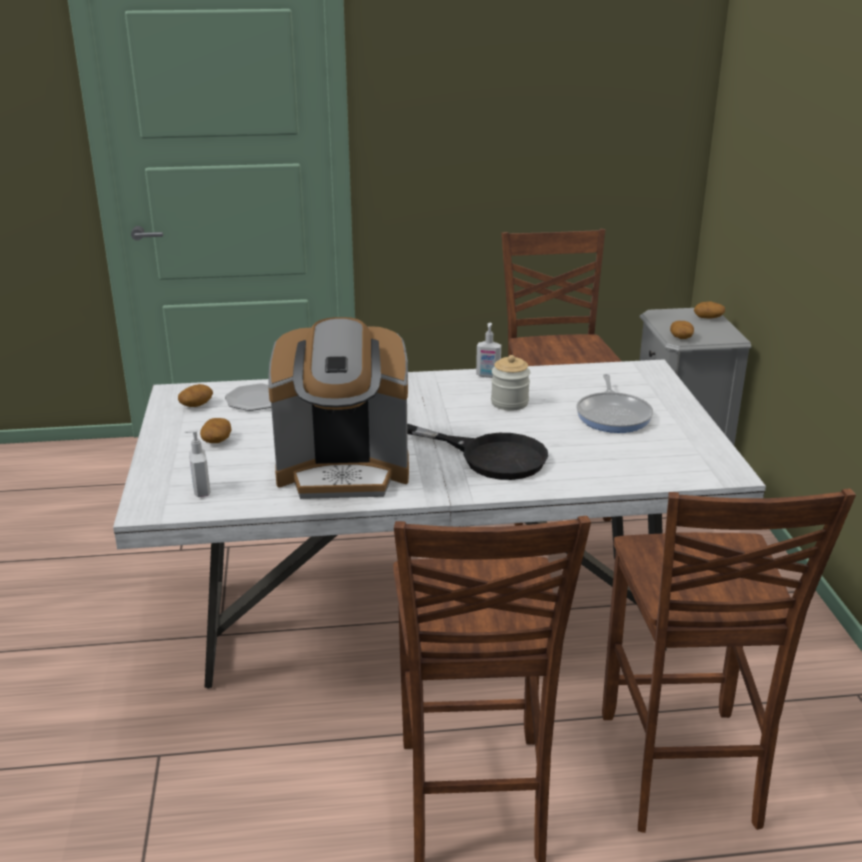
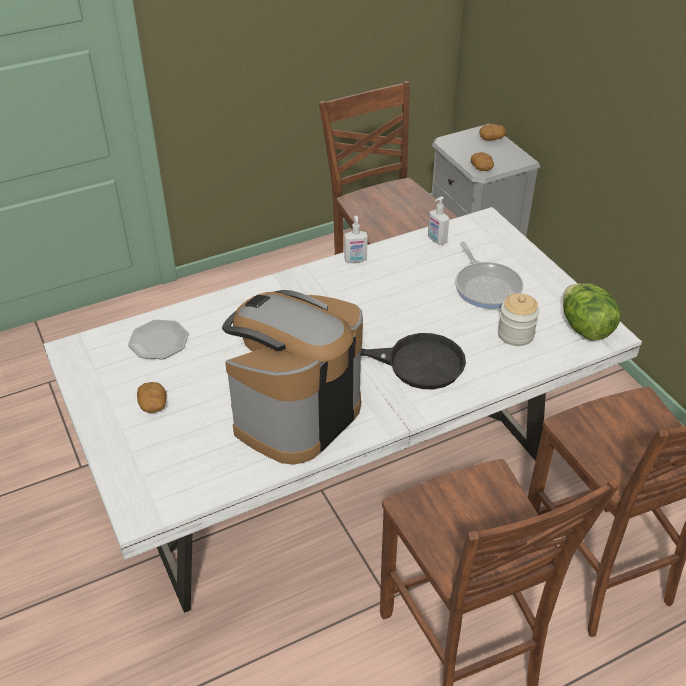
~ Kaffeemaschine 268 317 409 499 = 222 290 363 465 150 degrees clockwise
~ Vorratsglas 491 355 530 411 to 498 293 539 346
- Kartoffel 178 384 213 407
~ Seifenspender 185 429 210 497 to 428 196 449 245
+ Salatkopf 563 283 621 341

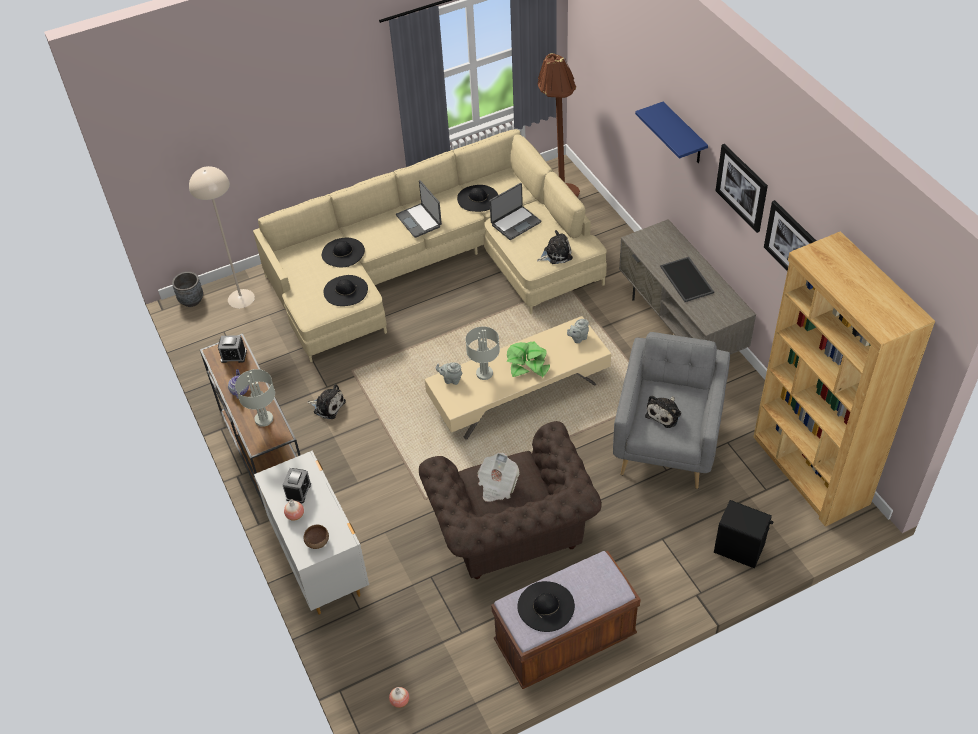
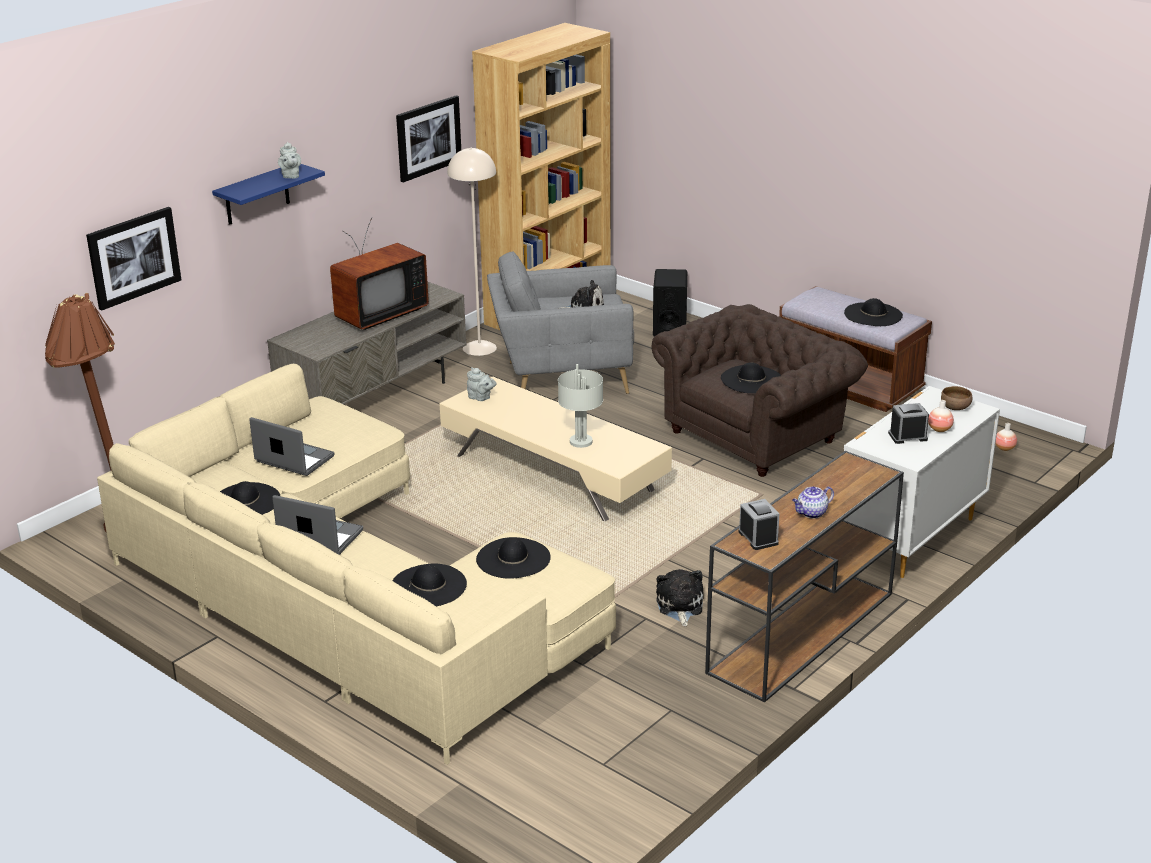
~ Bild 715 144 768 233 to 86 207 181 311
~ Stehlampe (beige) 189 166 255 308 to 447 148 497 356
~ Laptop 396 180 442 238 = 272 495 363 555 105 degrees counterclockwise
- Plüschtier 537 230 573 264
~ Tablett 660 257 714 302 to Fernseher 330 217 429 330
- Pflanzkübel (grau) 172 272 203 307
- Topfpflanze 506 341 550 377
~ Teekanne (grau) 436 362 462 385 to 278 142 301 178
- Tischlampe (grau) 235 369 275 427
~ Zeitung 477 453 519 502 to Hut (schwarz) 721 362 781 393

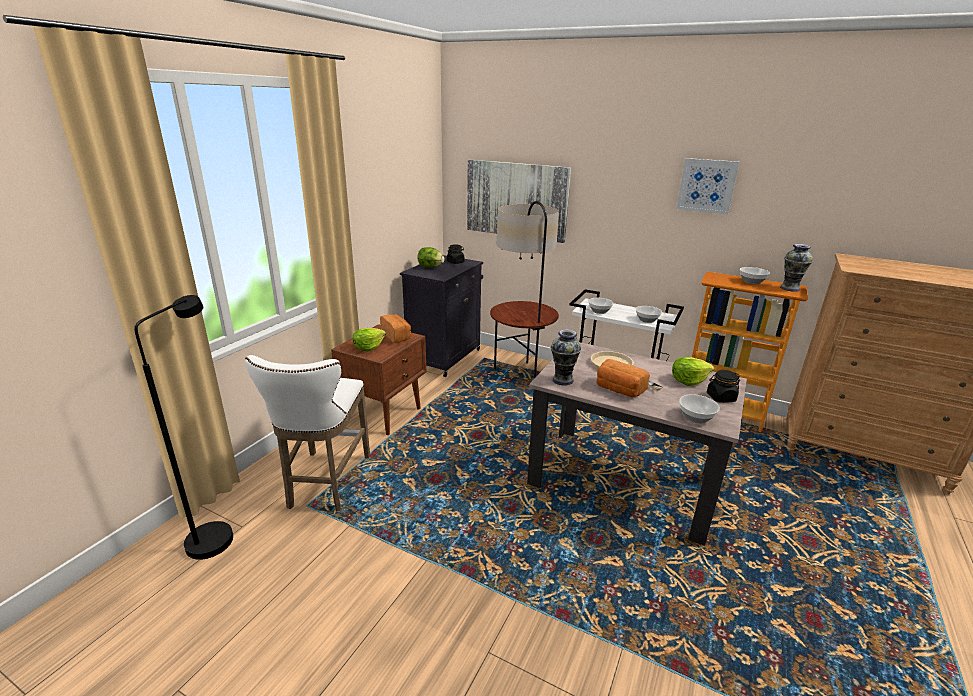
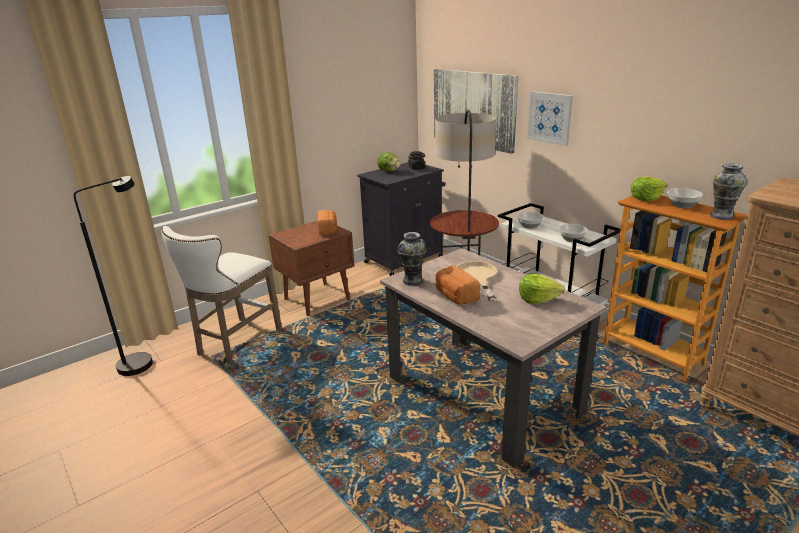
~ Bild 676 158 739 214 to 527 91 573 146
~ Salatkopf 353 328 386 352 to 630 177 667 202
- Vorratsglas (schwarz) 707 370 740 403
- Schüssel 679 394 720 423

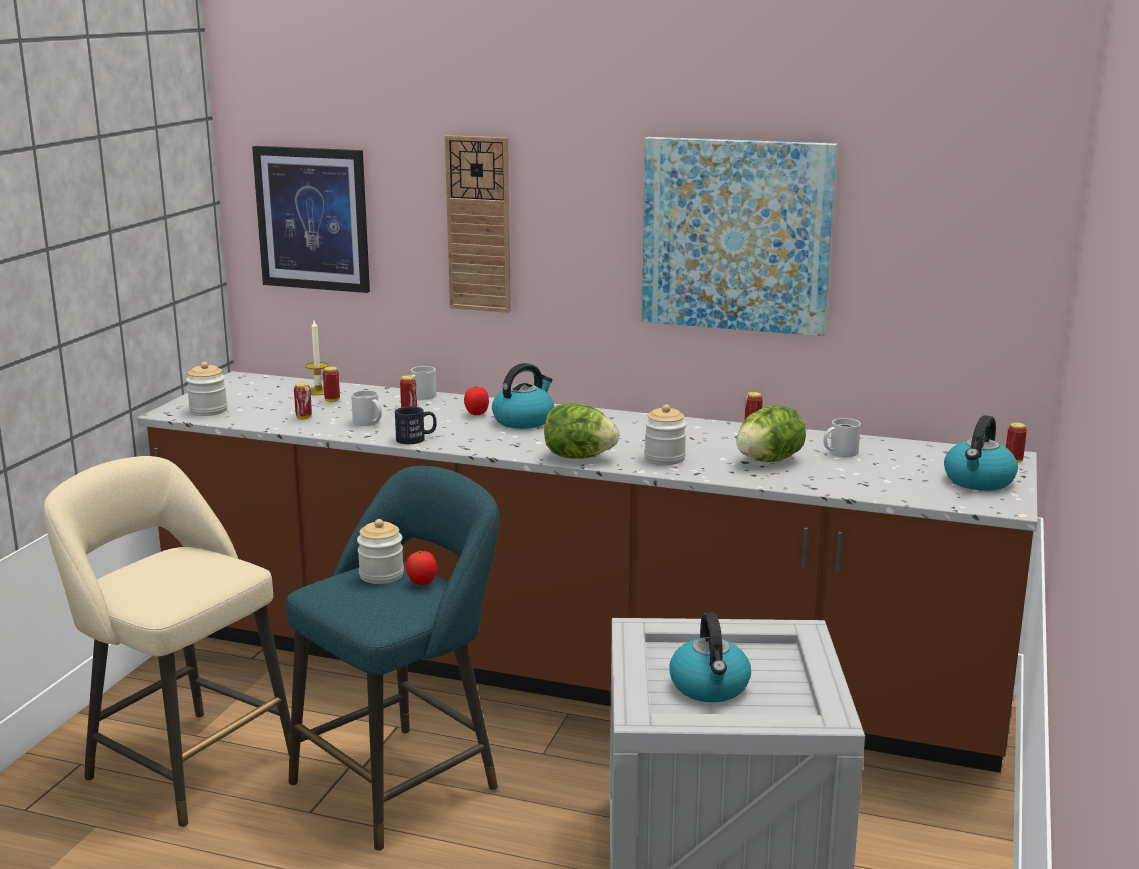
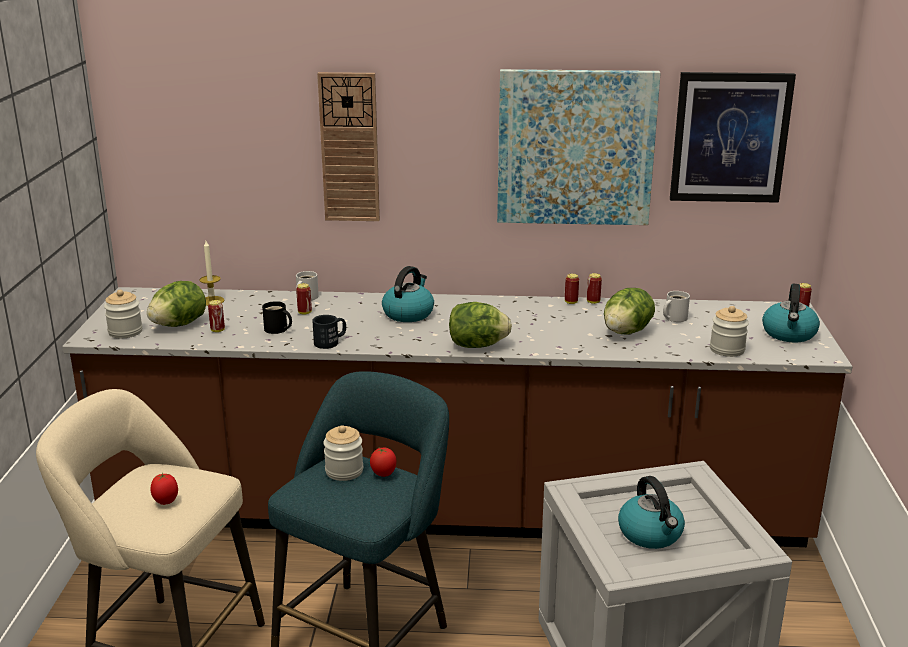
~ Bild 252 146 370 293 to 670 72 796 203
~ Dose 323 367 340 402 to 565 274 579 304
~ Tomate 464 386 489 415 to 150 473 178 505
~ Henkelbecher (weiß) 351 390 382 426 to Henkelbecher (schwarz) 262 301 292 334
~ Vorratsglas 644 404 687 465 to 710 306 749 357
+ Salatkopf 147 281 206 327

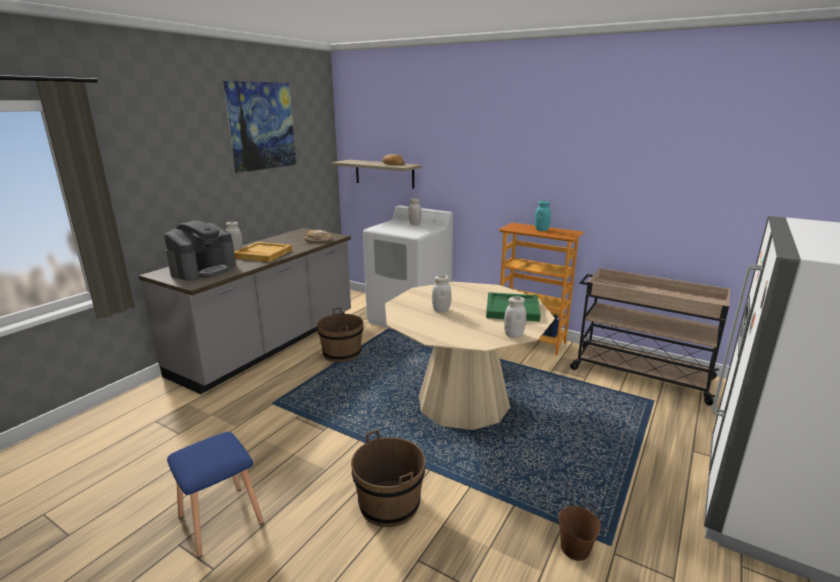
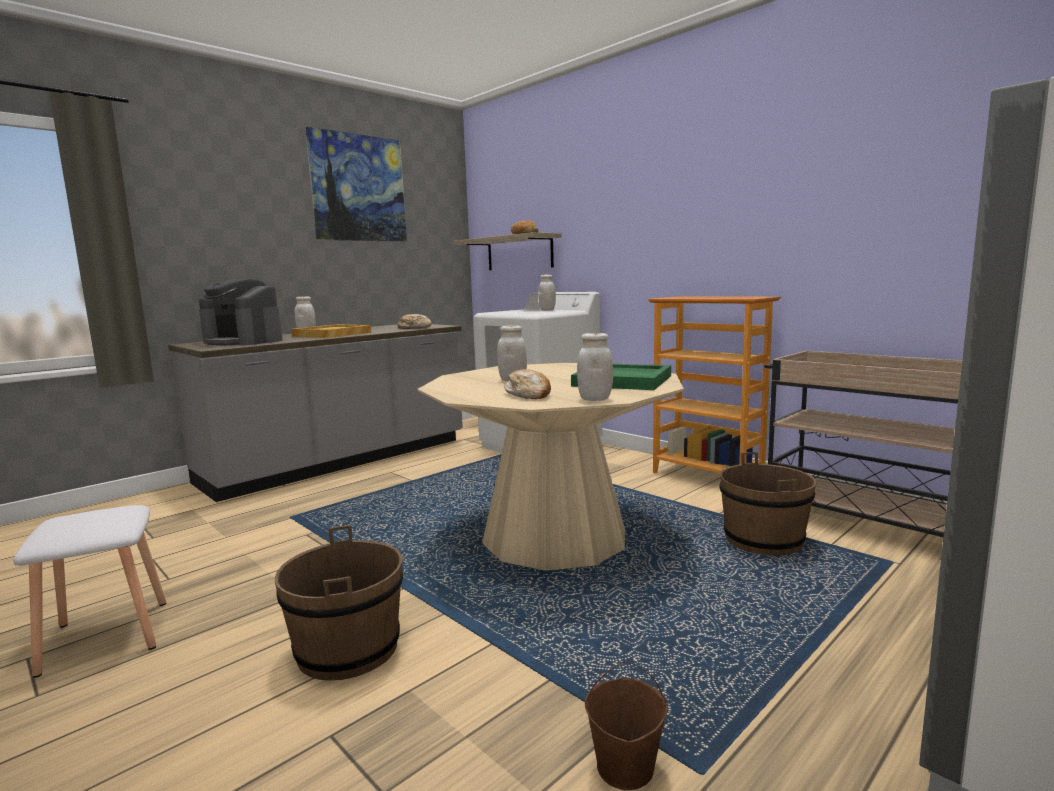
- Vorratsglas (türkis) 535 201 551 231
~ Kaffeemaschine 164 221 236 281 = 199 279 283 345 75 degrees clockwise
~ Eimer (braun) 317 308 363 362 to 719 452 816 555
~ Hocker (blau) 167 432 264 558 to Hocker (weiß) 13 505 166 678
+ Brot 504 369 551 399

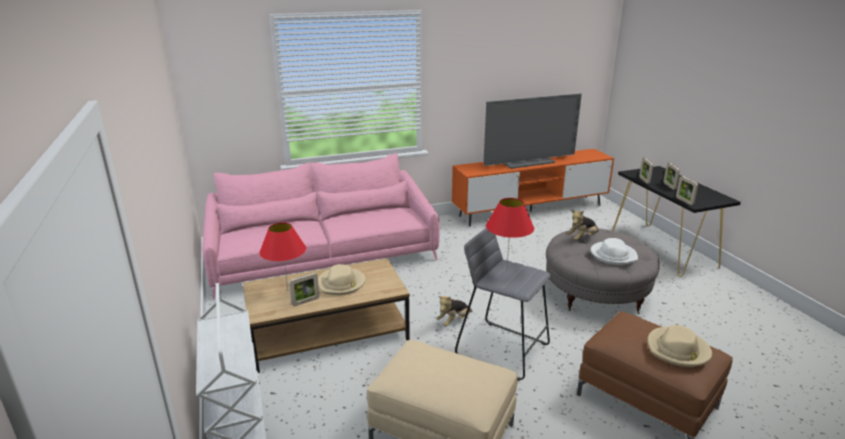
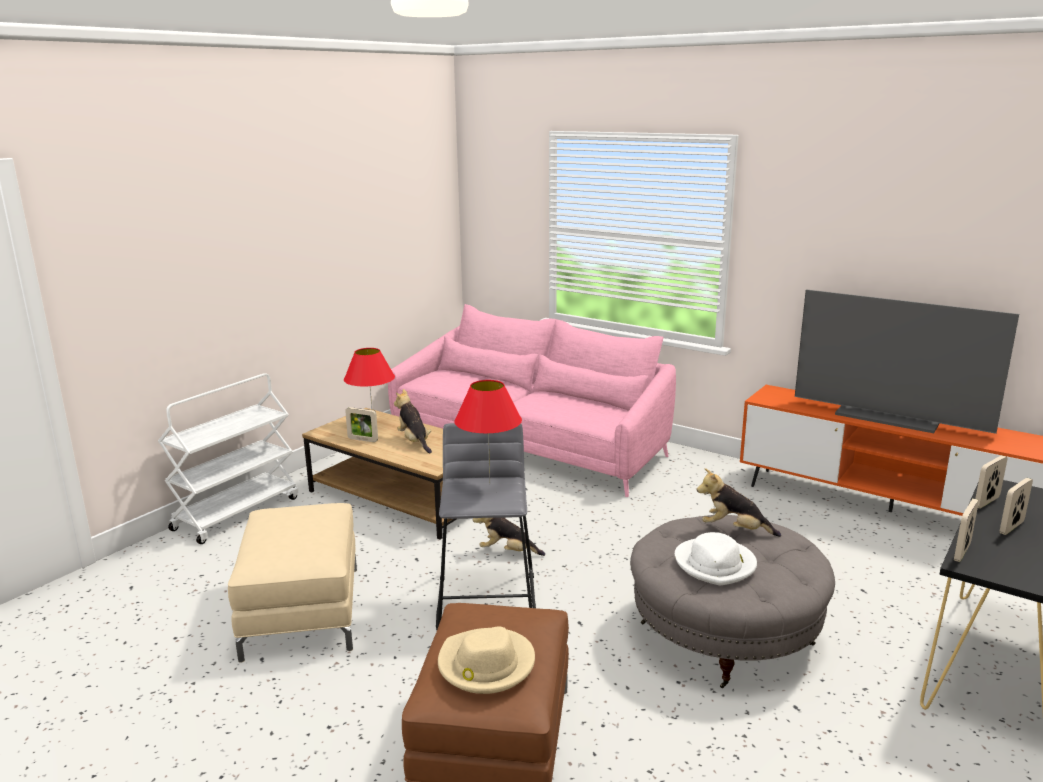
~ Hut (beige) 318 264 366 295 to Plüschtier 394 389 432 453

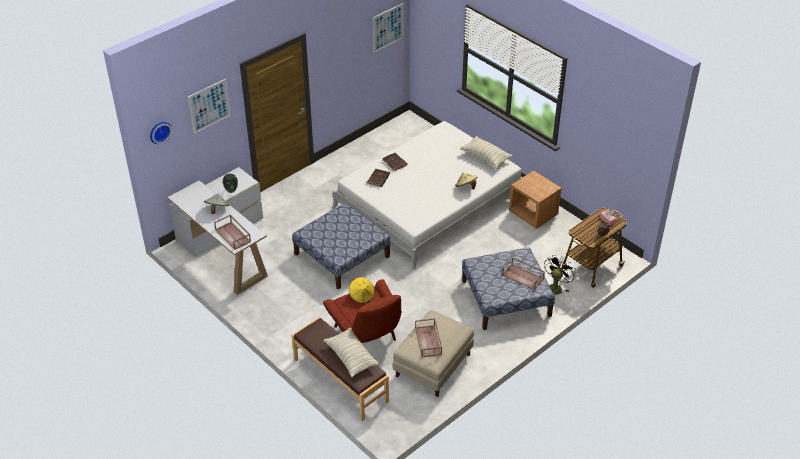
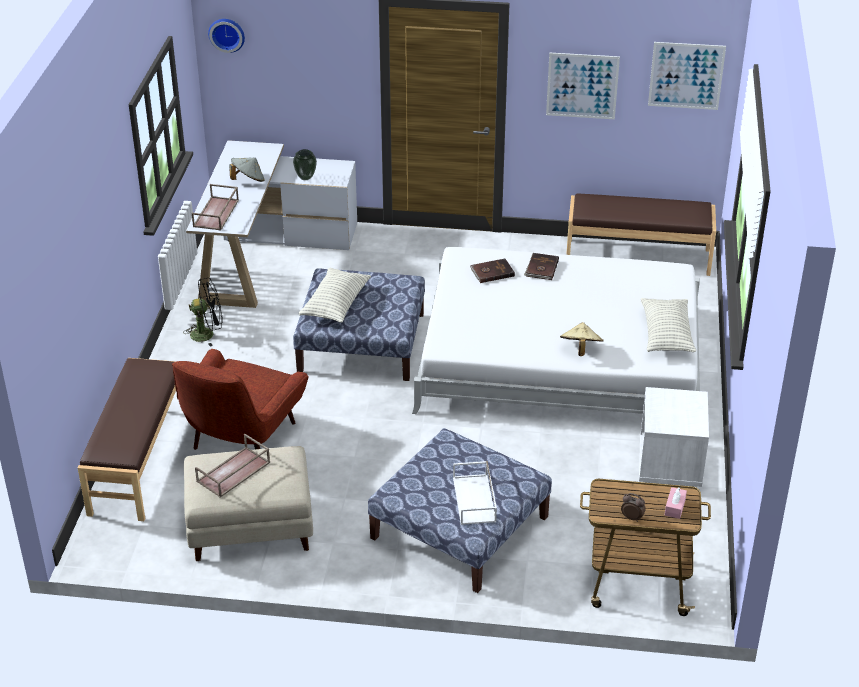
~ Bild 188 79 231 134 to 546 52 620 119
~ Nachttisch (braun) 509 171 562 229 to Nachttisch (weiß) 639 387 709 487
~ Ventilator (schwarz) 544 255 576 295 to 183 278 223 347
~ Tablett (braun) 502 257 545 290 to Tablett (weiß) 453 461 497 525
- Hut (gelb) 349 277 375 304
~ Kissen 324 328 379 378 to 299 268 371 323
+ Bank (braun) 566 193 716 276

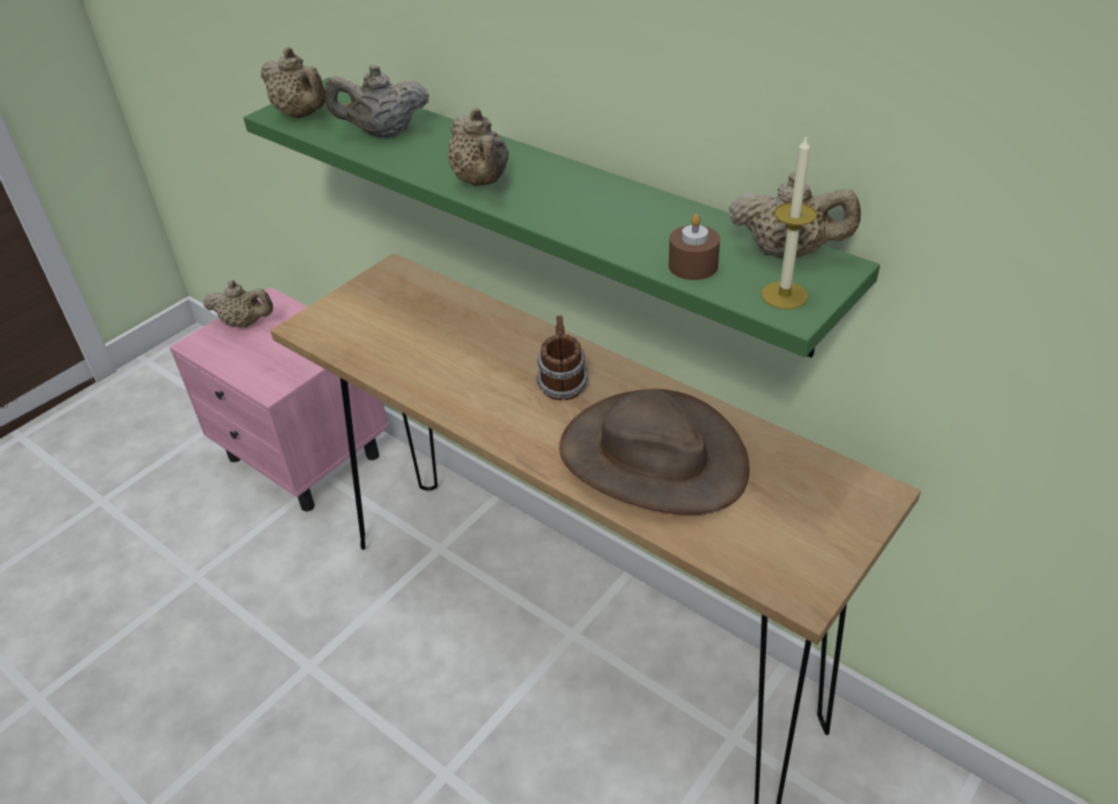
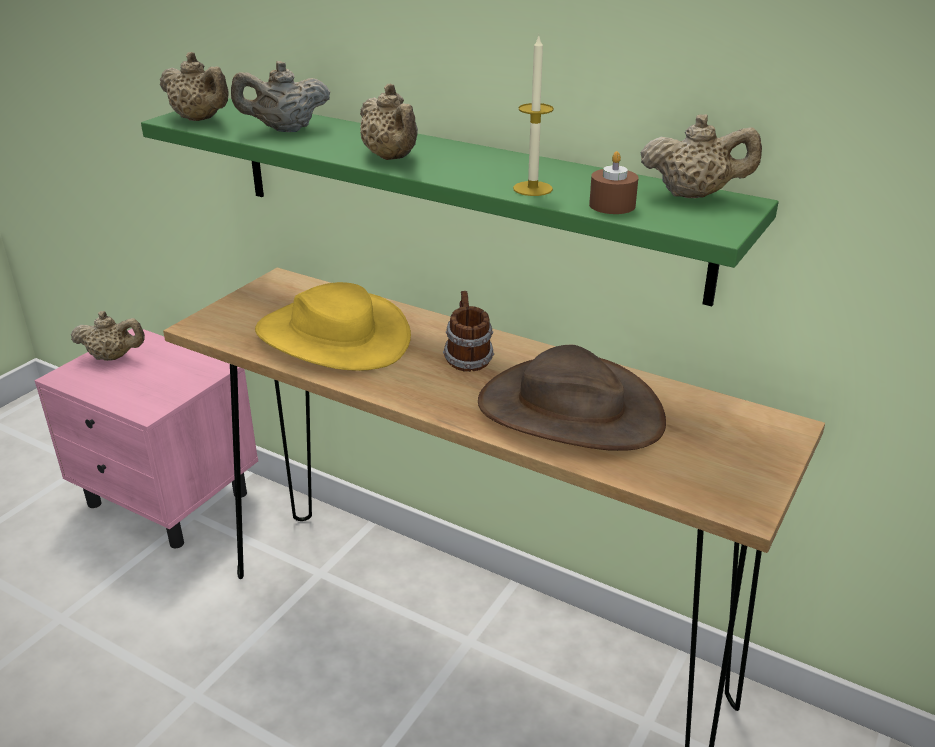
~ Kerze 761 137 817 309 to 513 36 554 196
+ Hut (gelb) 255 282 411 371

